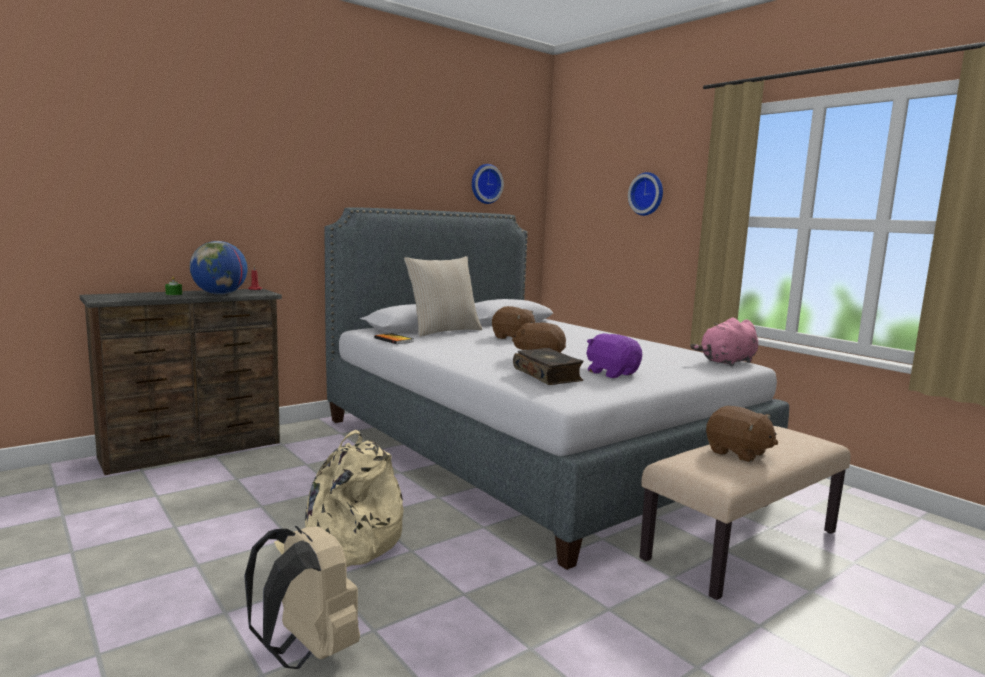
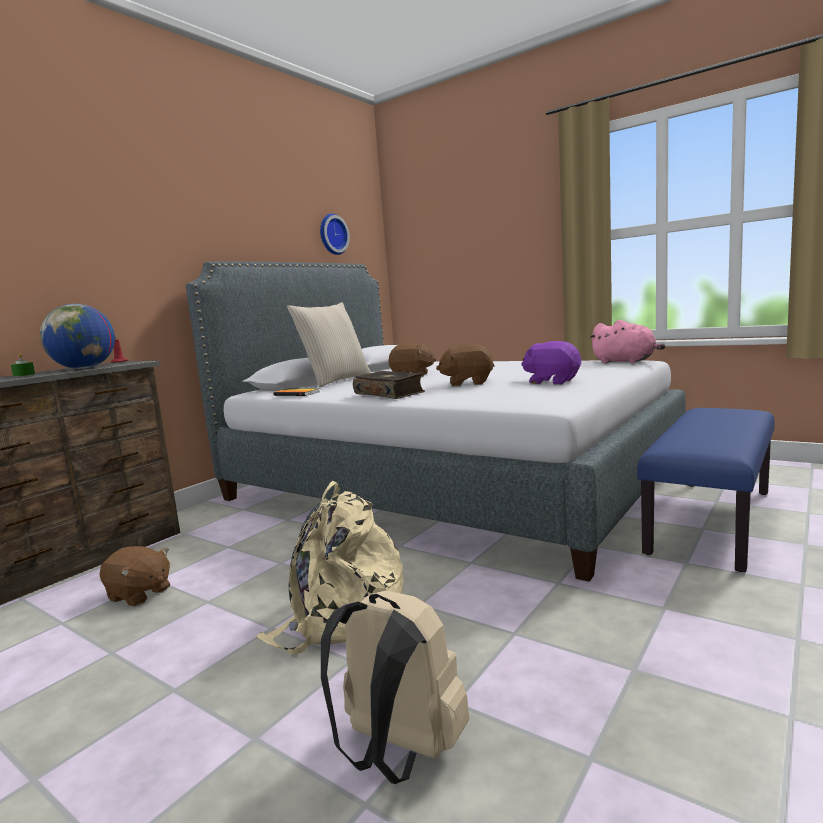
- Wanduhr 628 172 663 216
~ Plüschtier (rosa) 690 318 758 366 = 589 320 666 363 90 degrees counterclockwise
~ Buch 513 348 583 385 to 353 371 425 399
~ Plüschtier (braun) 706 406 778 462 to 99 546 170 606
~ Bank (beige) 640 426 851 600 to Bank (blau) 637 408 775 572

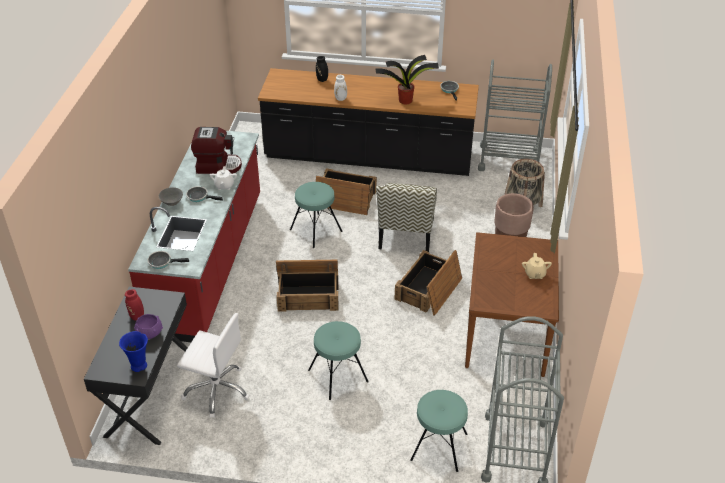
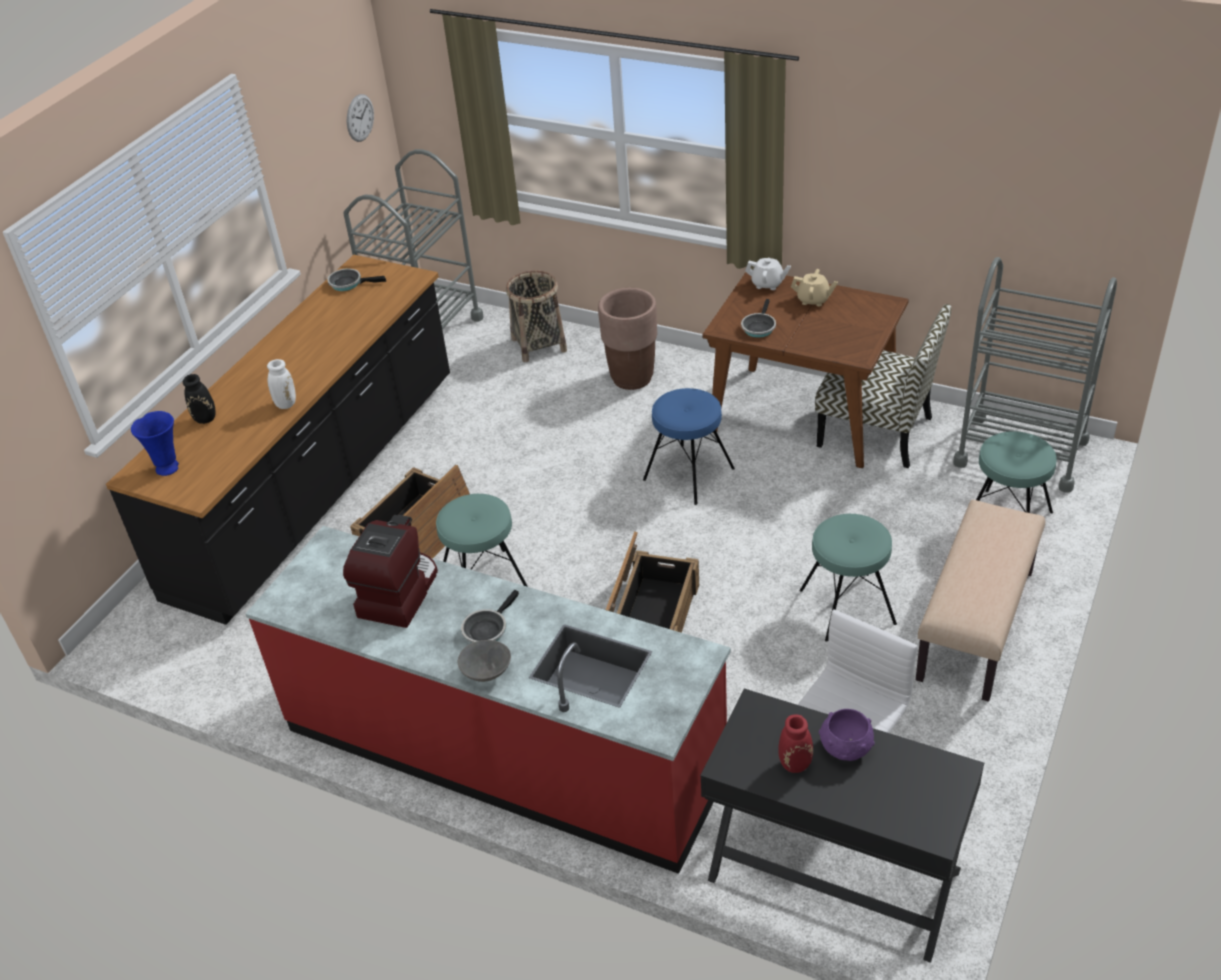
- Topfpflanze 375 55 439 104
~ Teekanne (weiß) 210 166 237 190 to 745 257 791 290
~ Stuhl 376 183 437 252 to 815 304 951 468
~ Kiste 394 250 462 316 to Hocker (blau) 643 388 735 505
~ Pfanne 147 251 189 269 to 741 299 776 338
~ Vase (blau) 119 331 148 372 to 131 411 179 476
+ Wanduhr 347 94 374 142
+ Bank (beige) 916 500 1045 702

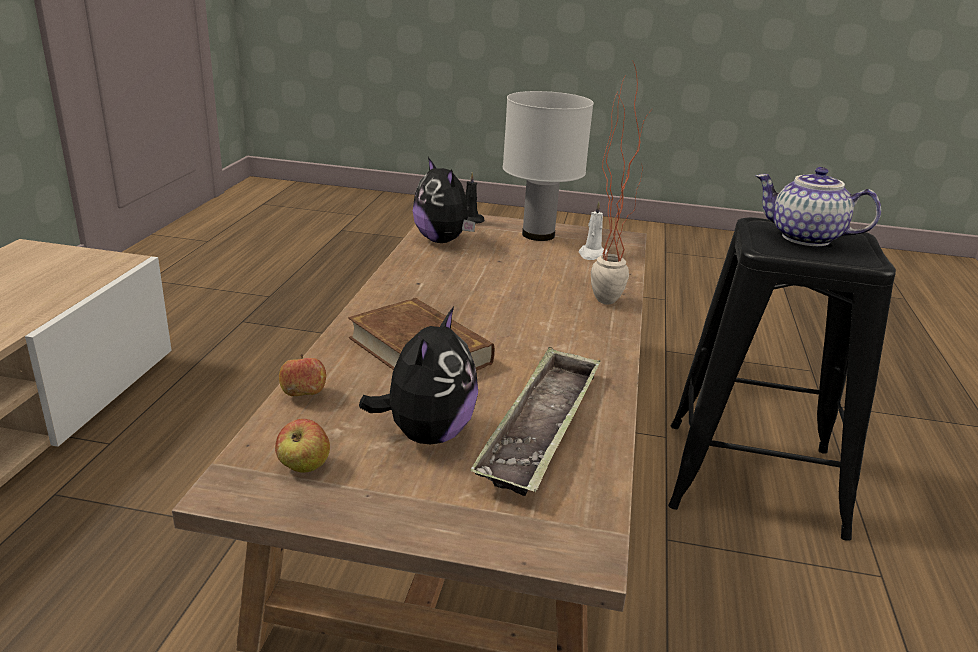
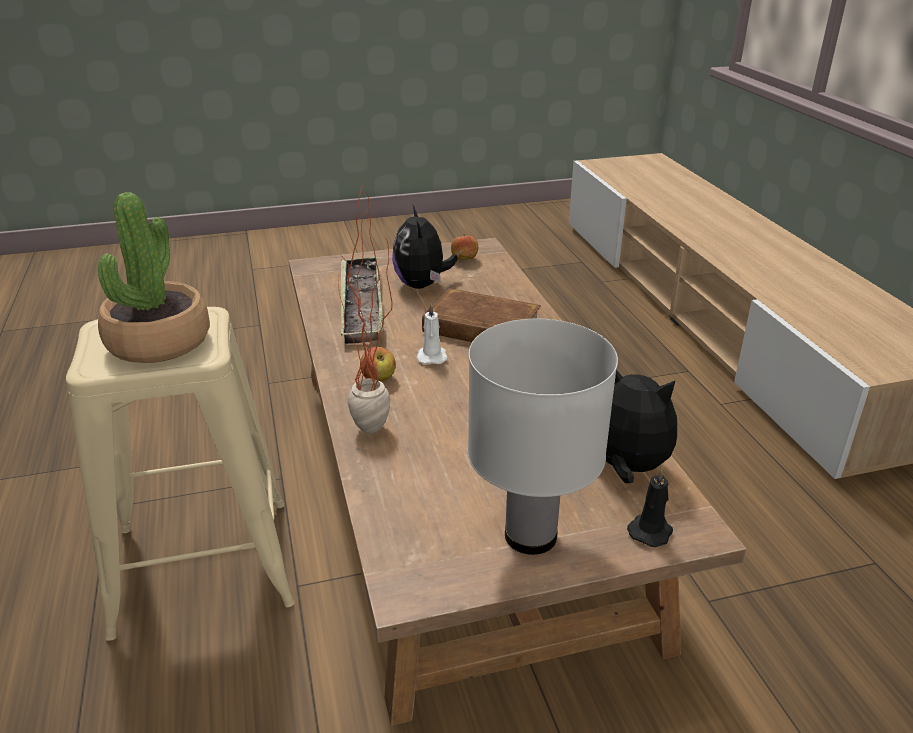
~ Teekanne 755 167 881 246 to Topfpflanze 98 192 210 363
~ Kerze (weiß) 579 202 608 260 to 416 303 447 364
~ Hocker (schwarz) 668 217 896 541 to Hocker (beige) 66 307 295 641
~ Apfel 279 354 326 396 to 360 347 396 381

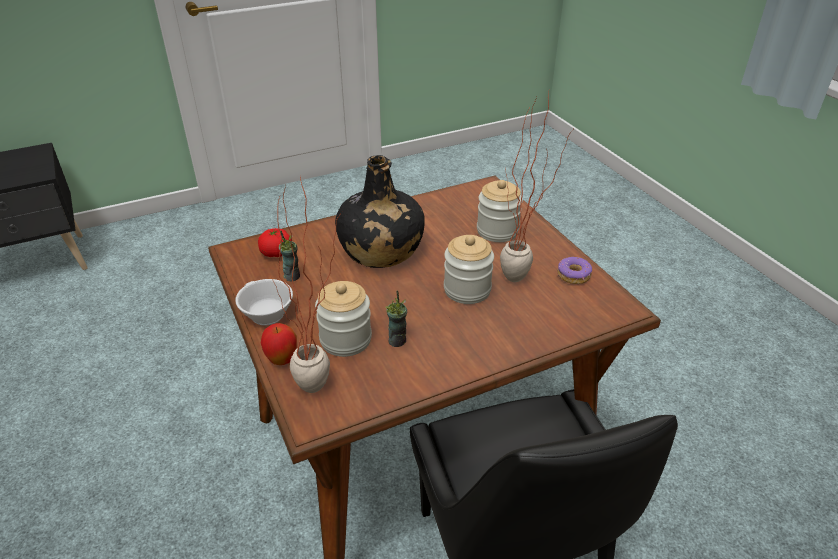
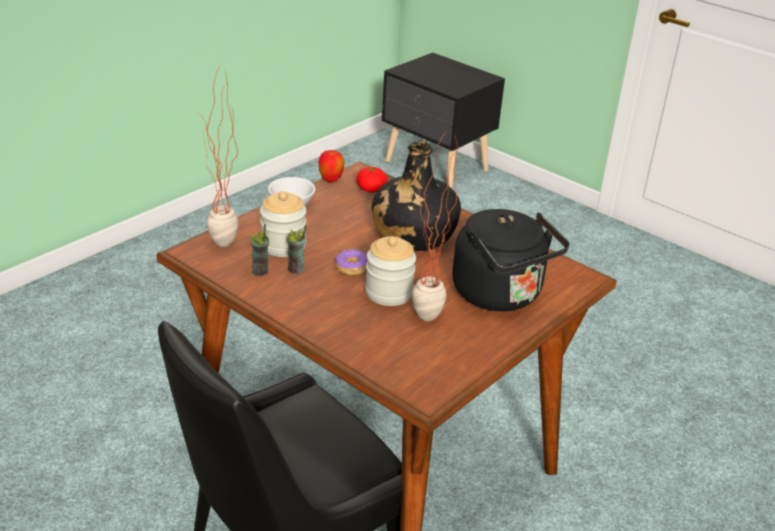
~ Vorratsglas 477 180 523 242 to Wasserkessel (schwarz) 452 209 570 311
~ Tasse 279 231 300 281 to 250 224 269 276
~ Donut 558 257 592 284 to 336 249 368 275
~ Apfel 261 323 297 365 to 319 150 345 182

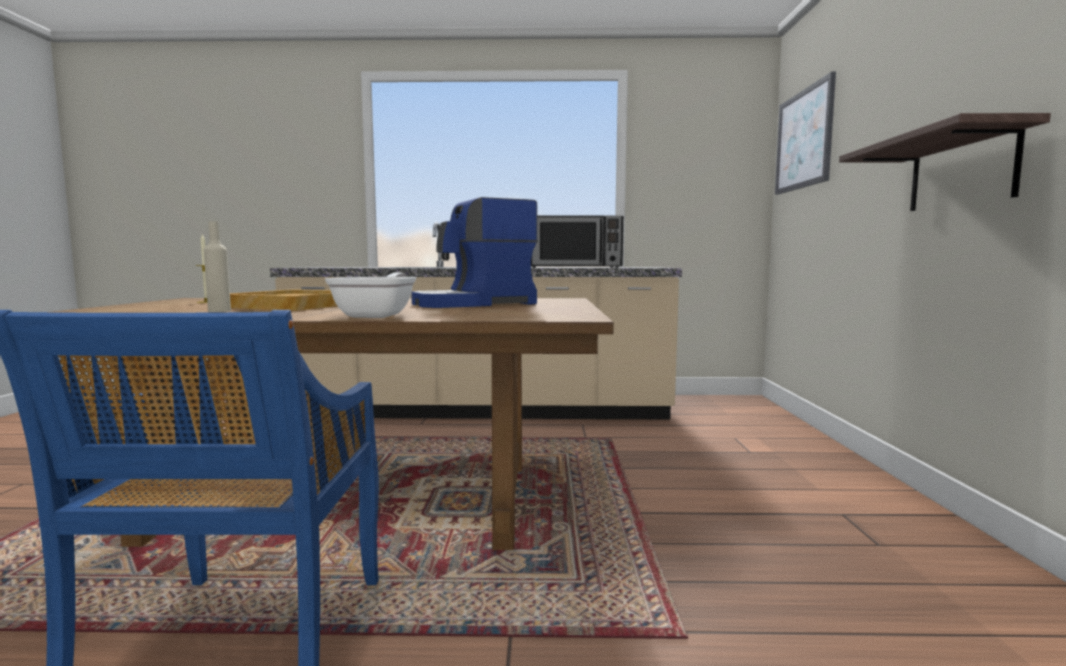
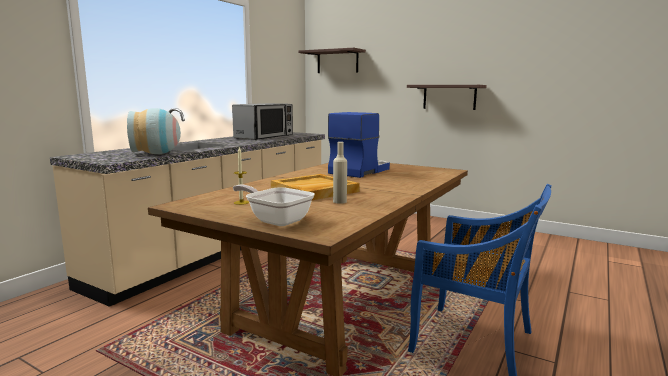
~ Bild 775 72 836 195 to Wandregal 298 48 366 73
~ Kaffeemaschine 411 197 538 308 = 328 112 390 178 150 degrees counterclockwise
~ Pfanne 325 273 417 318 to 233 184 315 226
+ Vase 127 108 181 154

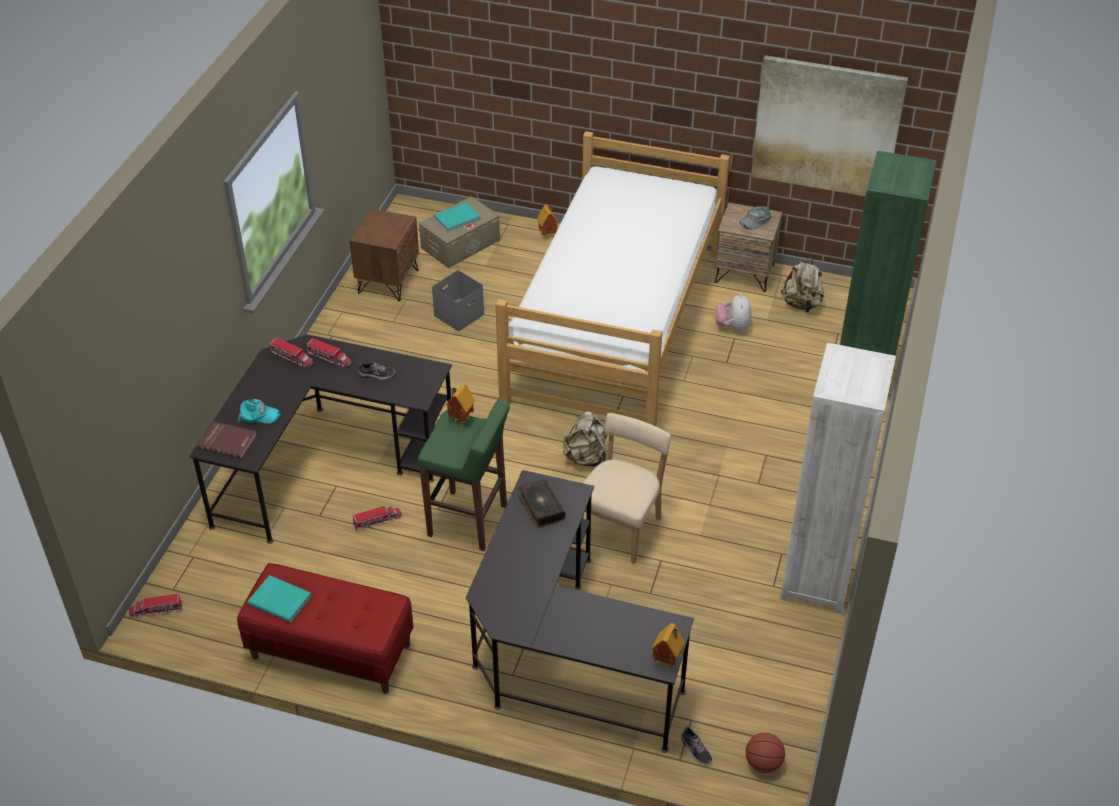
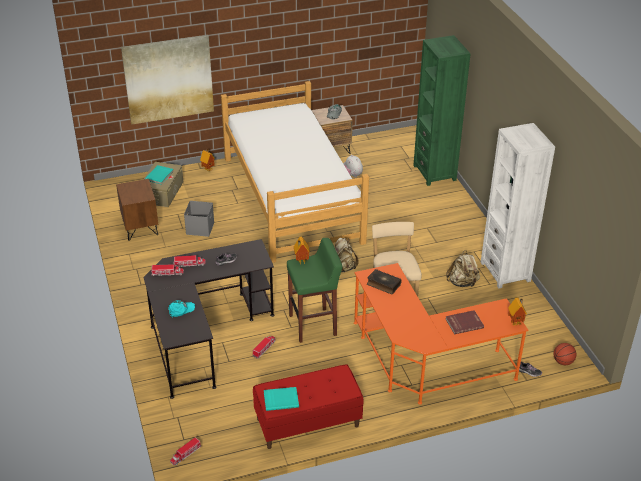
~ Bild 751 56 908 196 to 121 35 214 125
~ Rucksack (beige) 781 258 824 313 to 446 250 480 287
~ Buch (rot) 197 421 257 459 to 446 310 484 334
~ Schreibtisch (schwarz) 466 470 694 753 to Schreibtisch (orange) 354 263 528 405

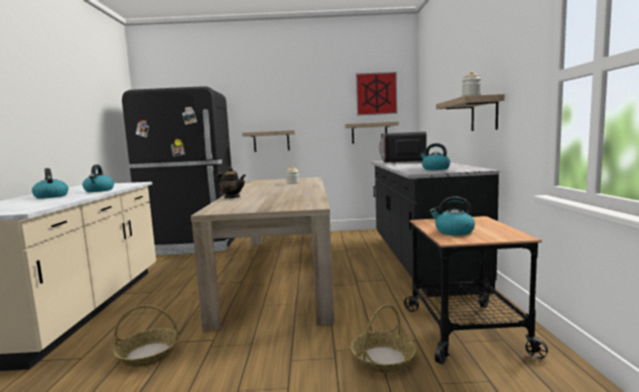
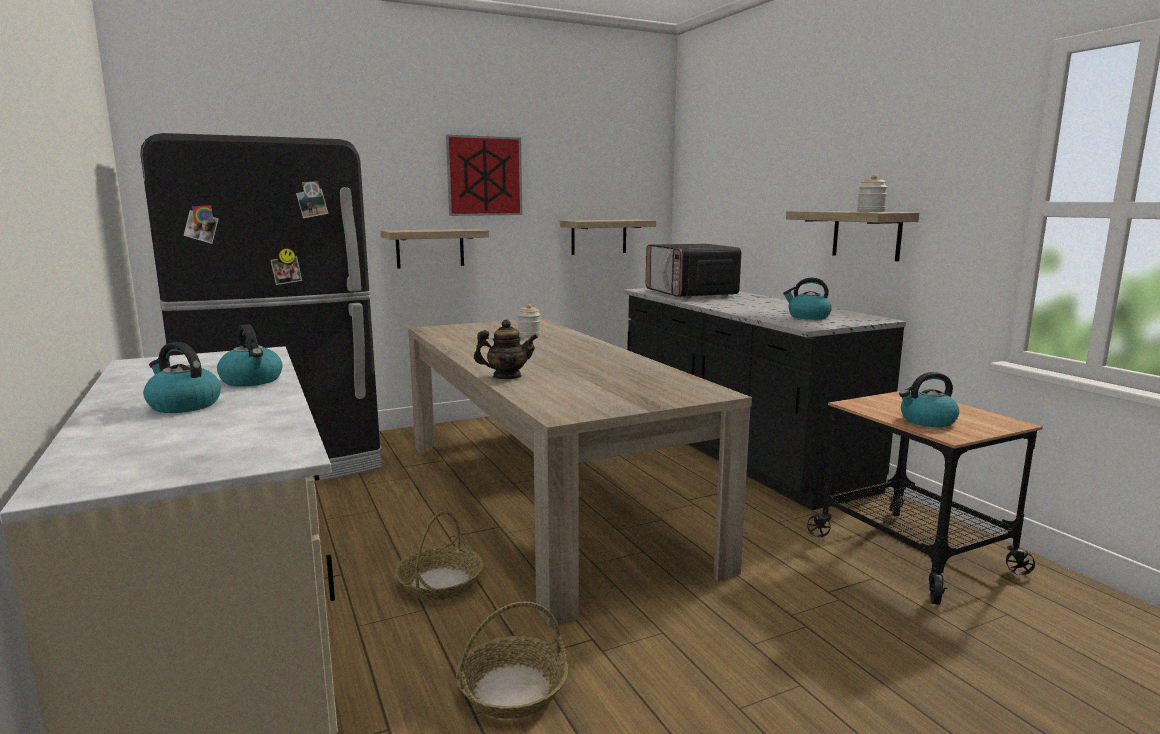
~ Bild 356 72 397 115 to 446 135 522 216
~ Korb 350 304 416 373 to 395 510 484 600

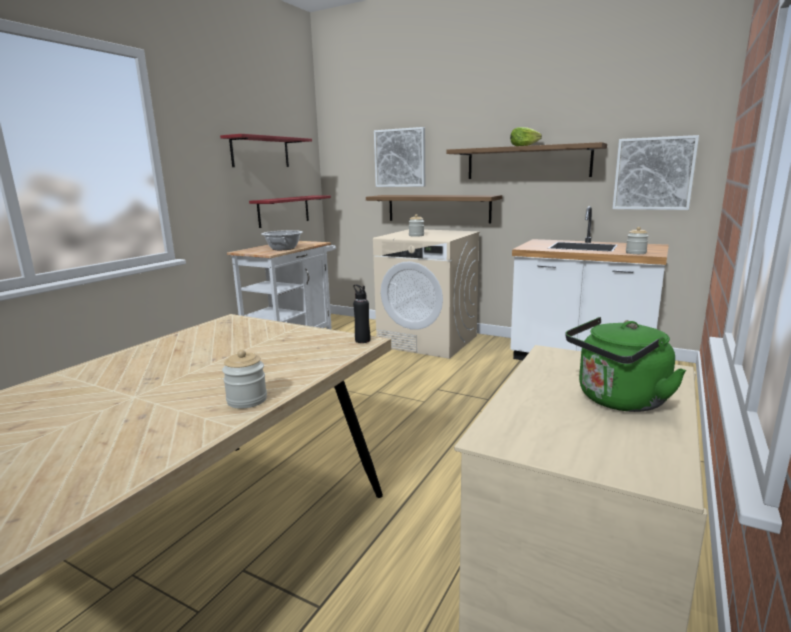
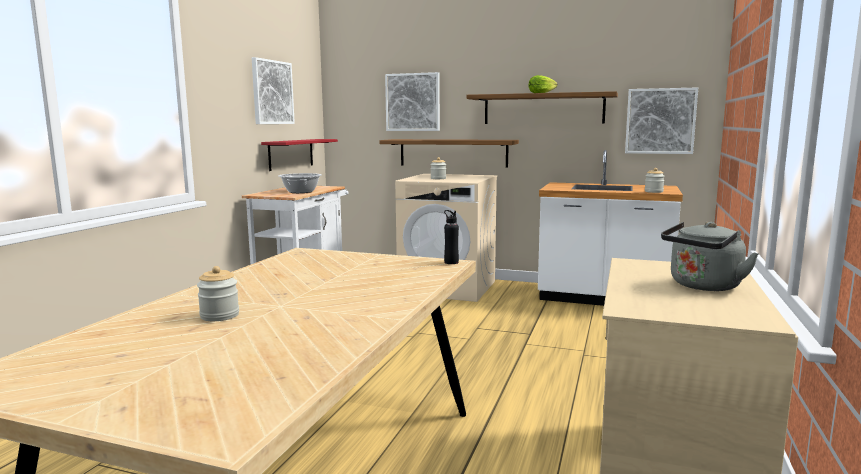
~ Wandregal (rot) 220 134 312 167 to Bild 252 57 295 124
~ Wasserkessel (grün) 565 317 686 412 to Wasserkessel (grau) 661 222 759 291
~ Vorratsglas 222 350 267 409 to 197 266 239 321

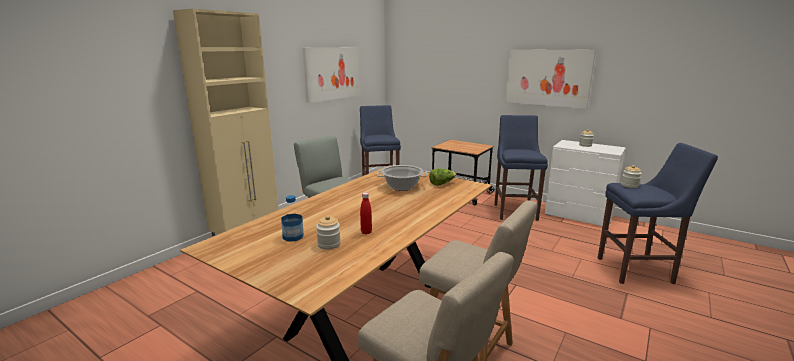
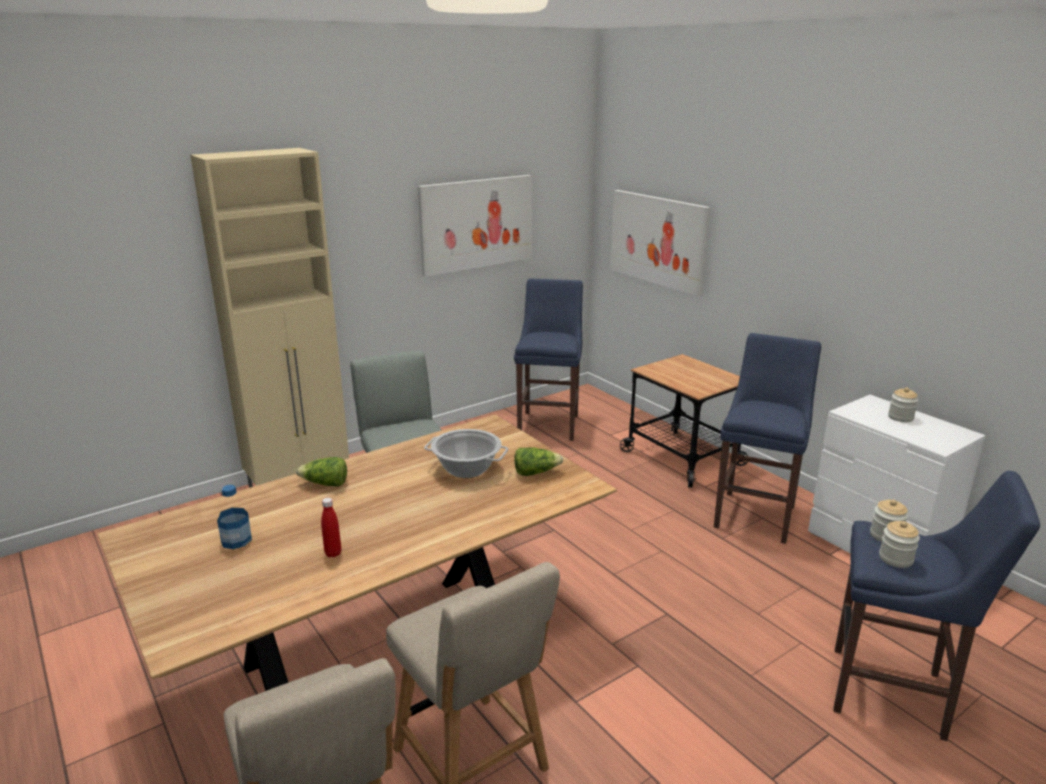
~ Bild 505 49 596 109 to 610 190 710 297
~ Vorratsglas 316 215 341 250 to 879 521 920 568
+ Salatkopf 296 457 347 487

